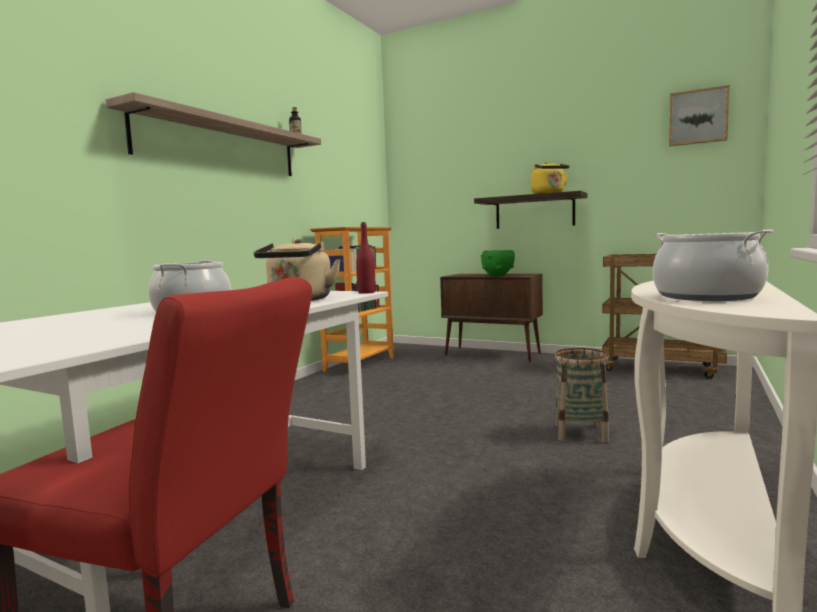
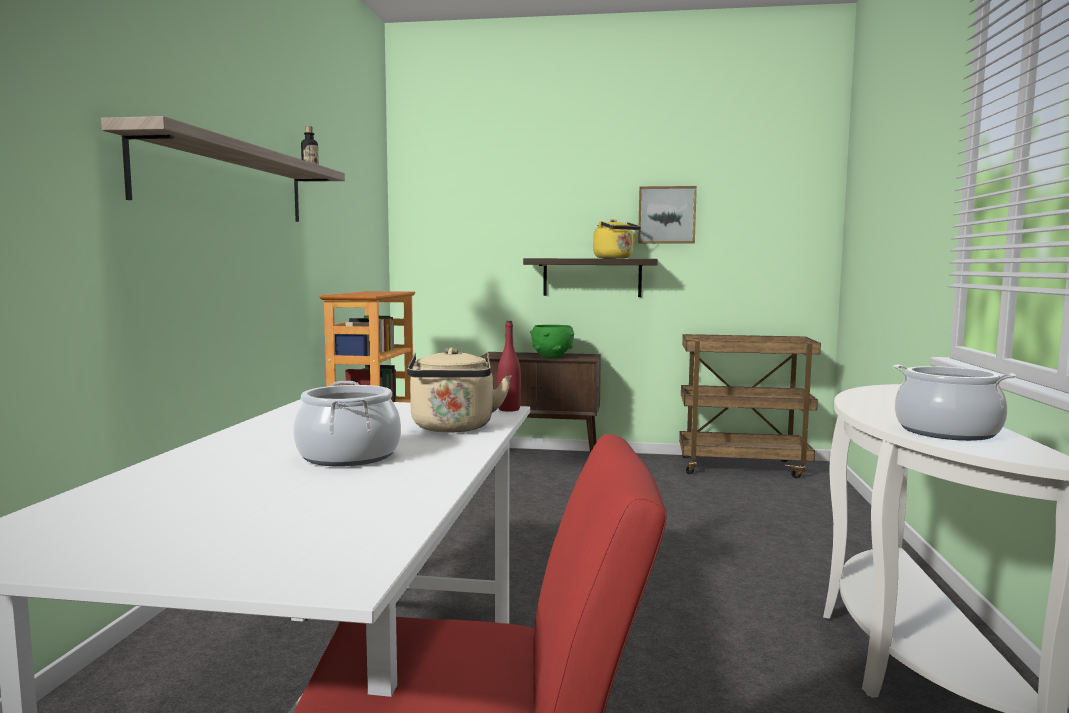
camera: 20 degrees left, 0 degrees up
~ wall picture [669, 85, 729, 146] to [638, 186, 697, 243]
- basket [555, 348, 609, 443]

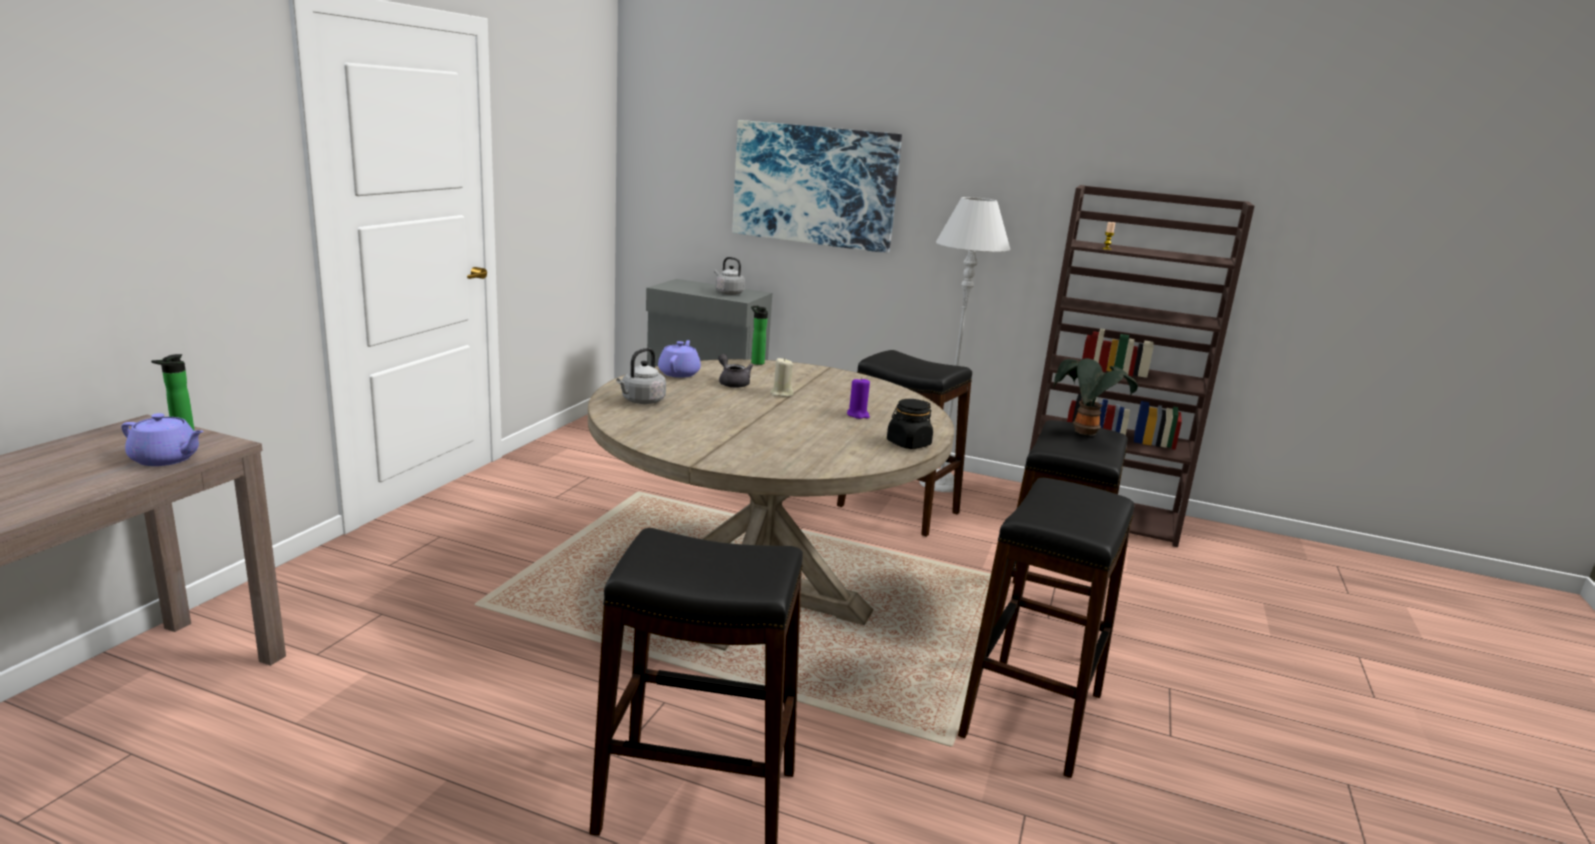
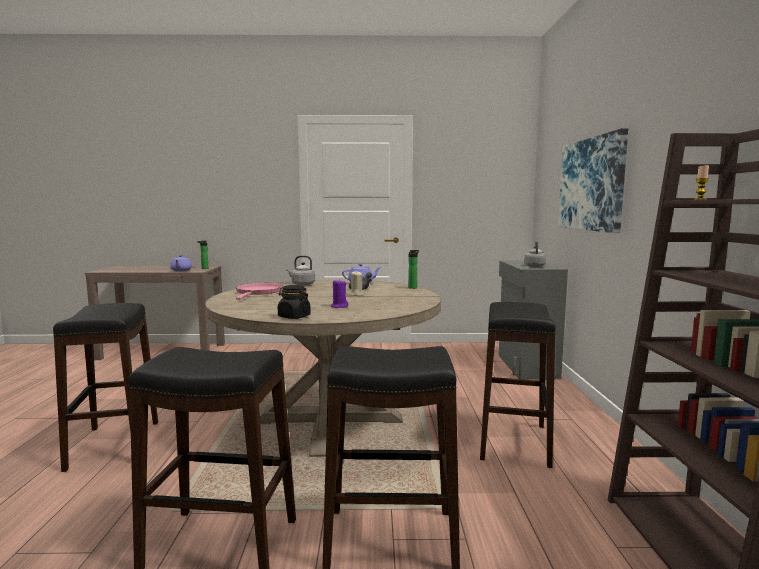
camera: 70 degrees right, 10 degrees down
- gray standard lamp [919, 197, 1010, 492]
- houseplant [1053, 358, 1138, 435]
+ pinkish skillet [236, 283, 283, 300]

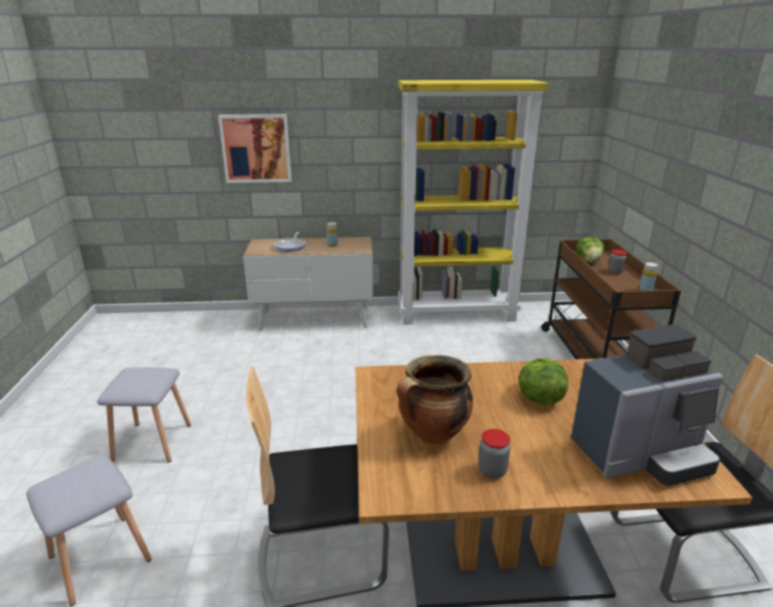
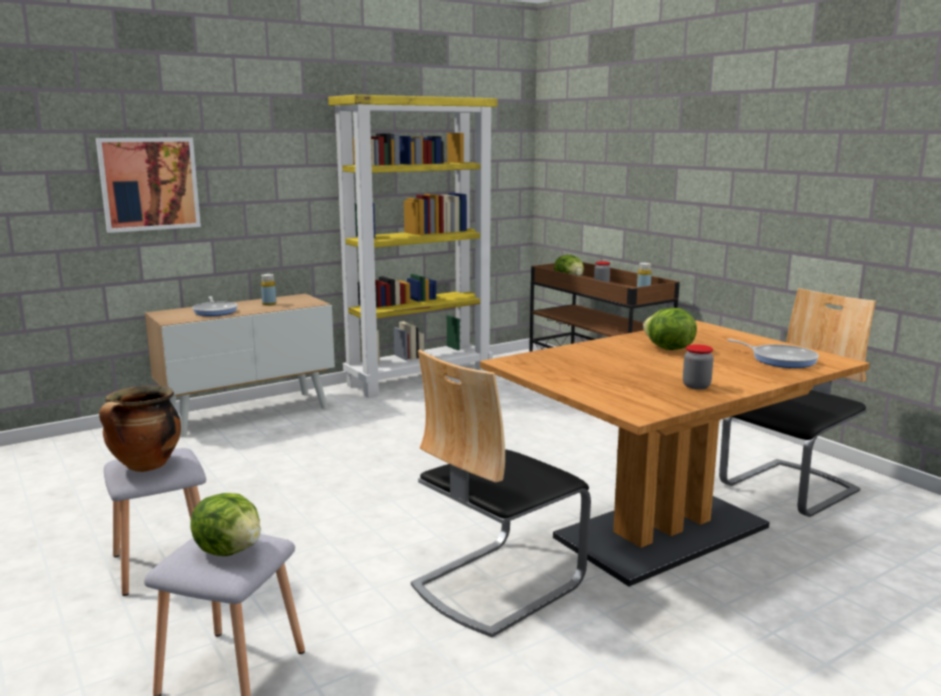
camera: 30 degrees left, 10 degrees down
~ coffee maker [571, 324, 723, 486] to skillet [727, 339, 819, 368]
~ stockpot [397, 355, 473, 444] to [99, 385, 181, 472]
+ lettuce head [190, 493, 261, 556]

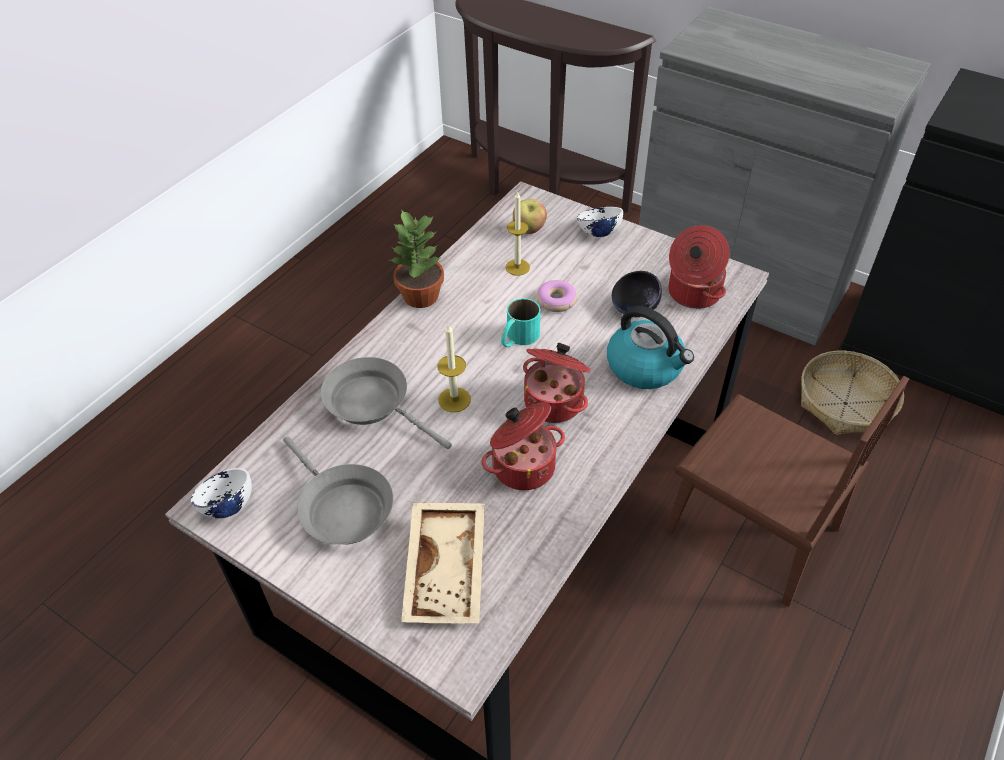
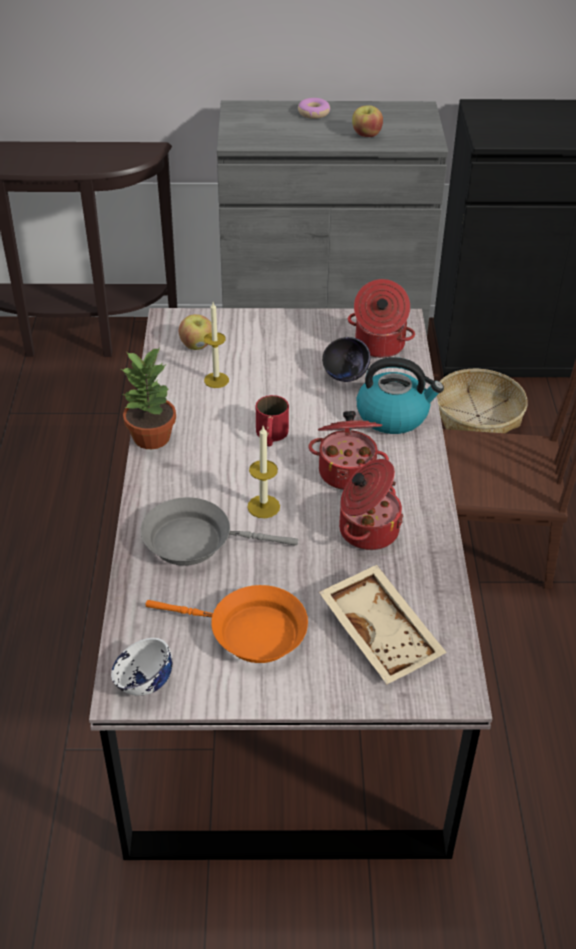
camera: 35 degrees left, 5 degrees down
- whitish serving bowl [577, 207, 623, 237]
~ donut [536, 280, 577, 312] to [298, 98, 330, 119]
~ blue-green mug [501, 298, 540, 347] to red-coloured mug [256, 395, 289, 447]
~ gray skillet [283, 436, 393, 545] to orange-coloured skillet [146, 585, 308, 663]
+ apple [352, 105, 383, 137]

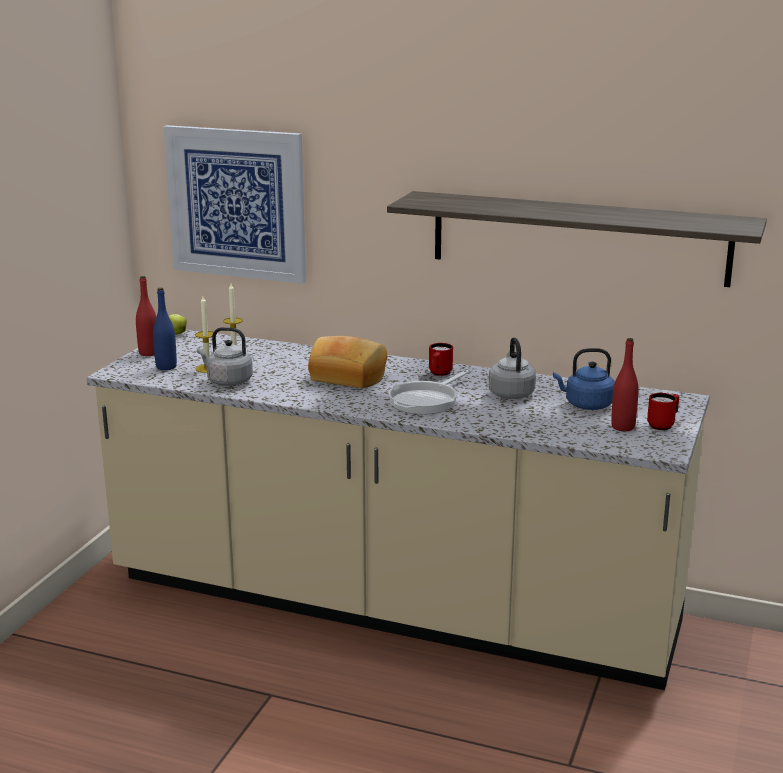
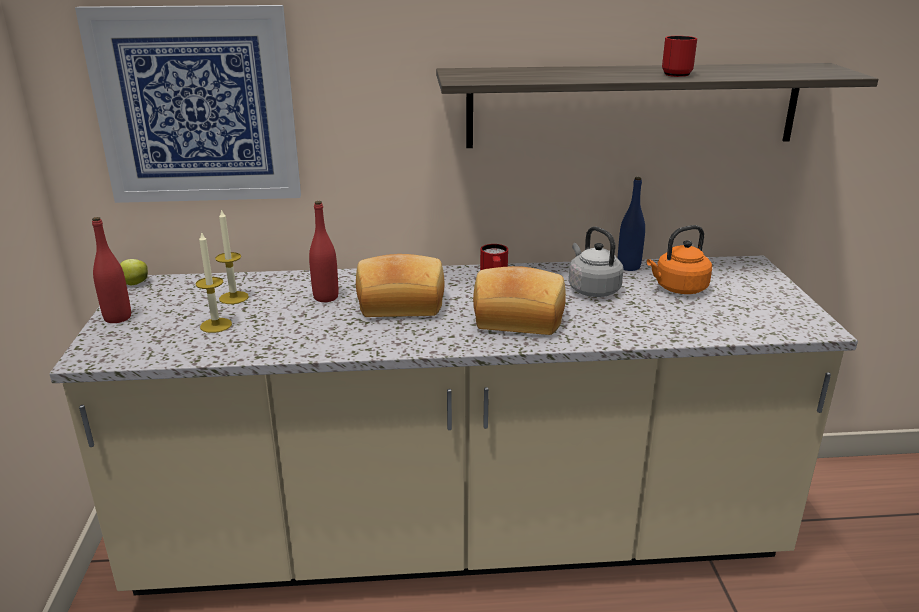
camera: 25 degrees left, 5 degrees up
~ blue bottle [153, 288, 177, 370] to [618, 177, 645, 271]
- gray tea kettle [197, 327, 253, 386]
~ red-coloured bottle [611, 338, 639, 431] to [309, 201, 338, 302]
~ blue tea kettle [553, 348, 615, 410] to orange-coloured tea kettle [647, 225, 712, 294]
~ skillet [389, 370, 469, 414] to baked bread [473, 266, 566, 335]
~ red-coloured mug [647, 393, 679, 430] to [662, 36, 697, 77]

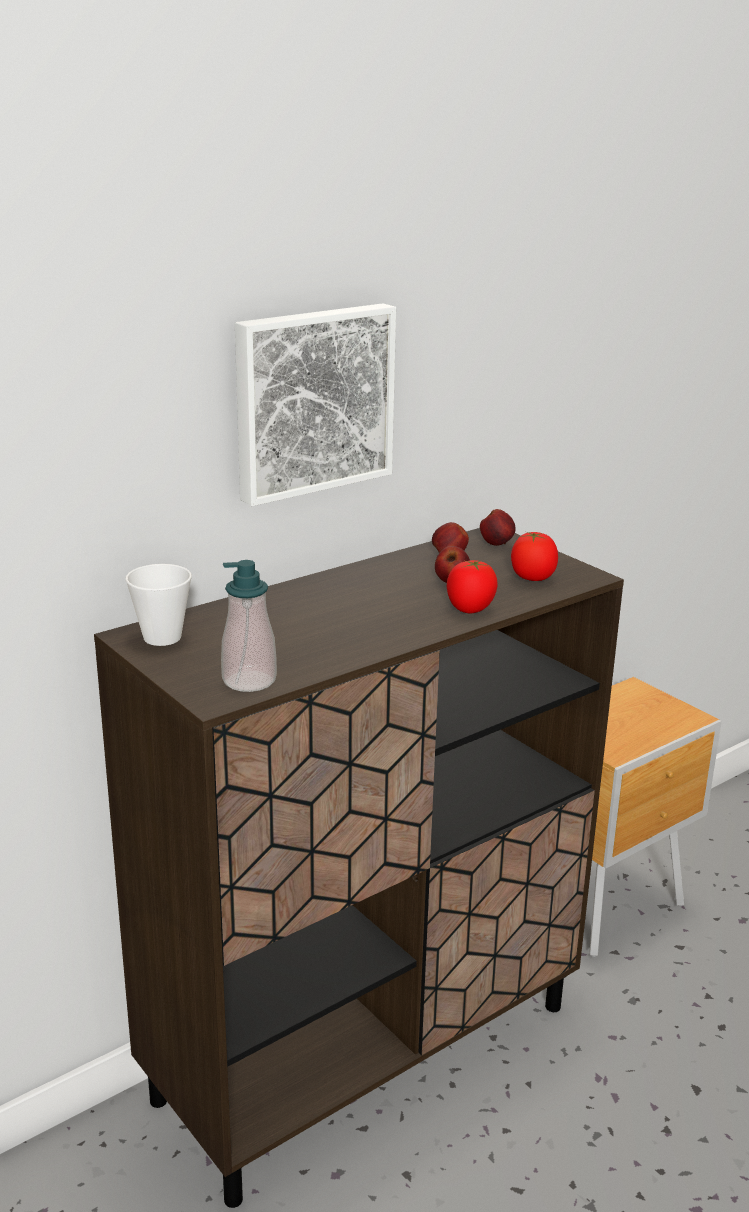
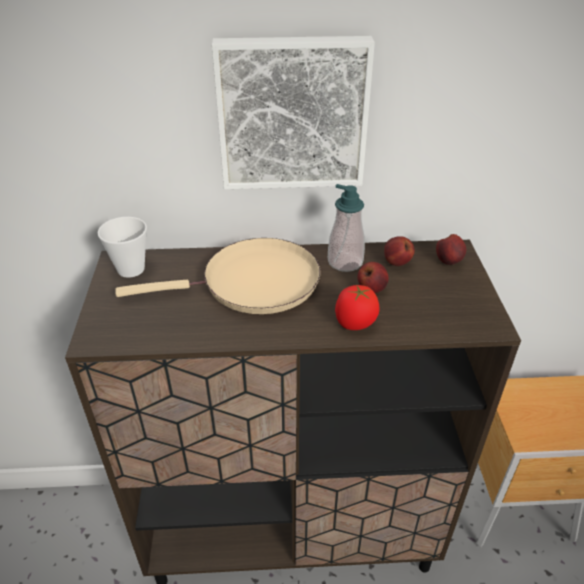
camera: 35 degrees right, 15 degrees up
- fresh tomato [511, 531, 558, 581]
~ liquid soap bottle [221, 560, 277, 692] to [328, 184, 365, 272]
+ sand-coloured skillet [115, 238, 320, 314]

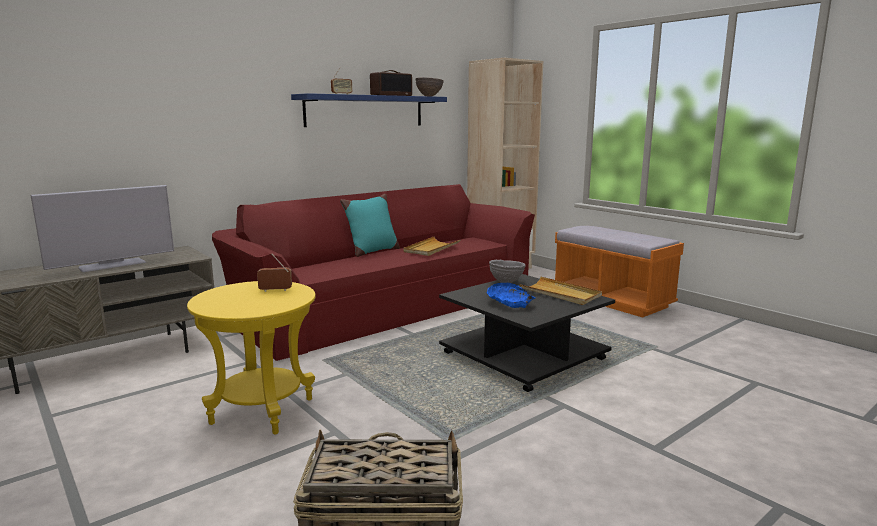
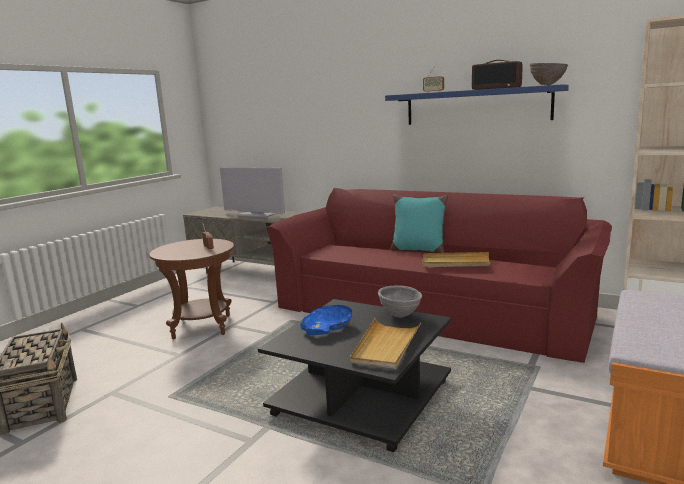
camera: 70 degrees right, 0 degrees up
~ yellow side table [187, 281, 316, 435] to brownish side table [149, 239, 234, 339]

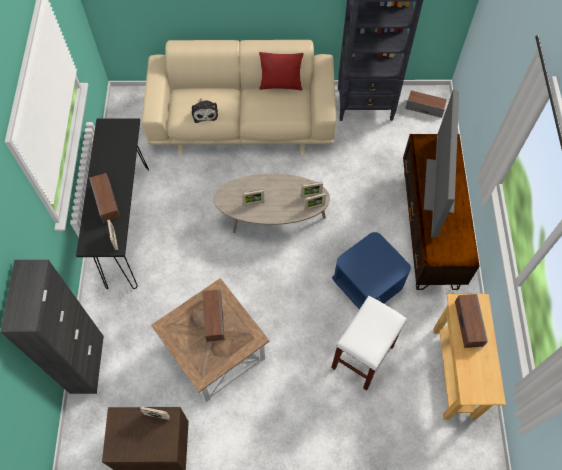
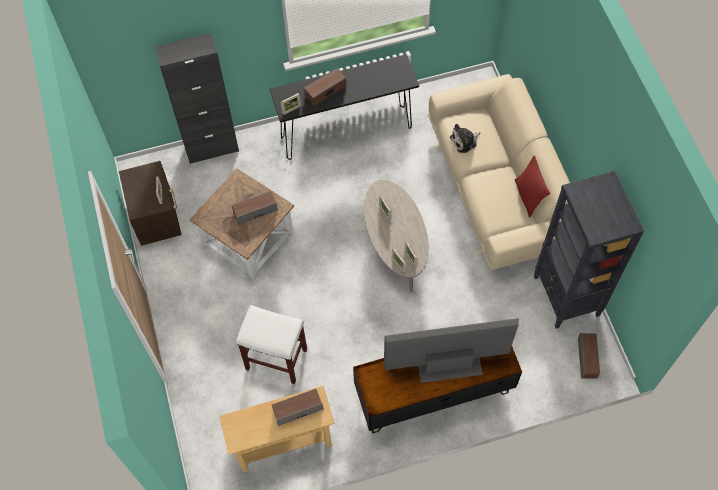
camera: 75 degrees right, 0 degrees up
- blue side table [332, 232, 411, 309]

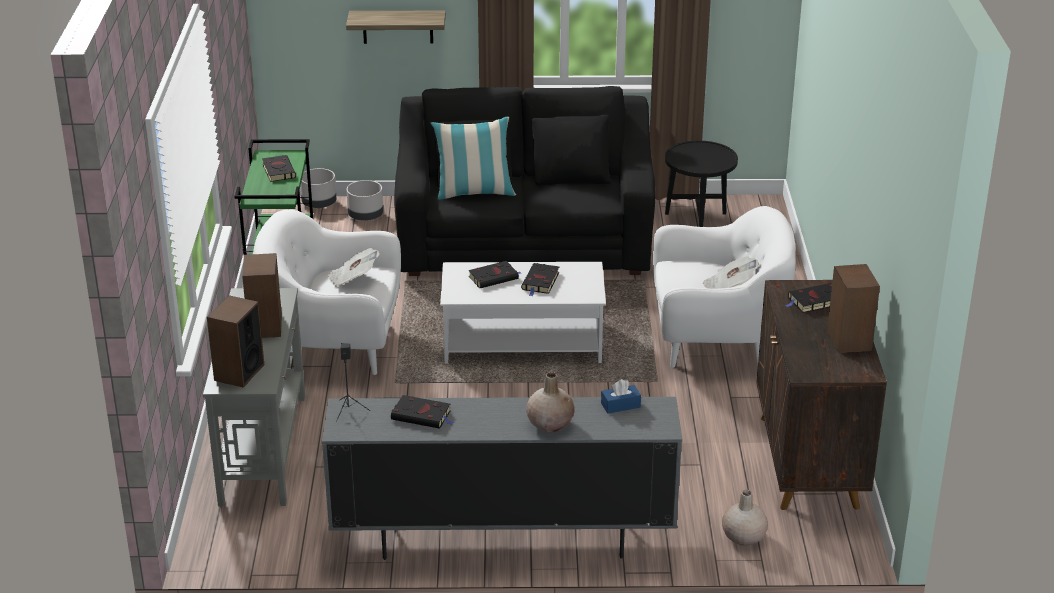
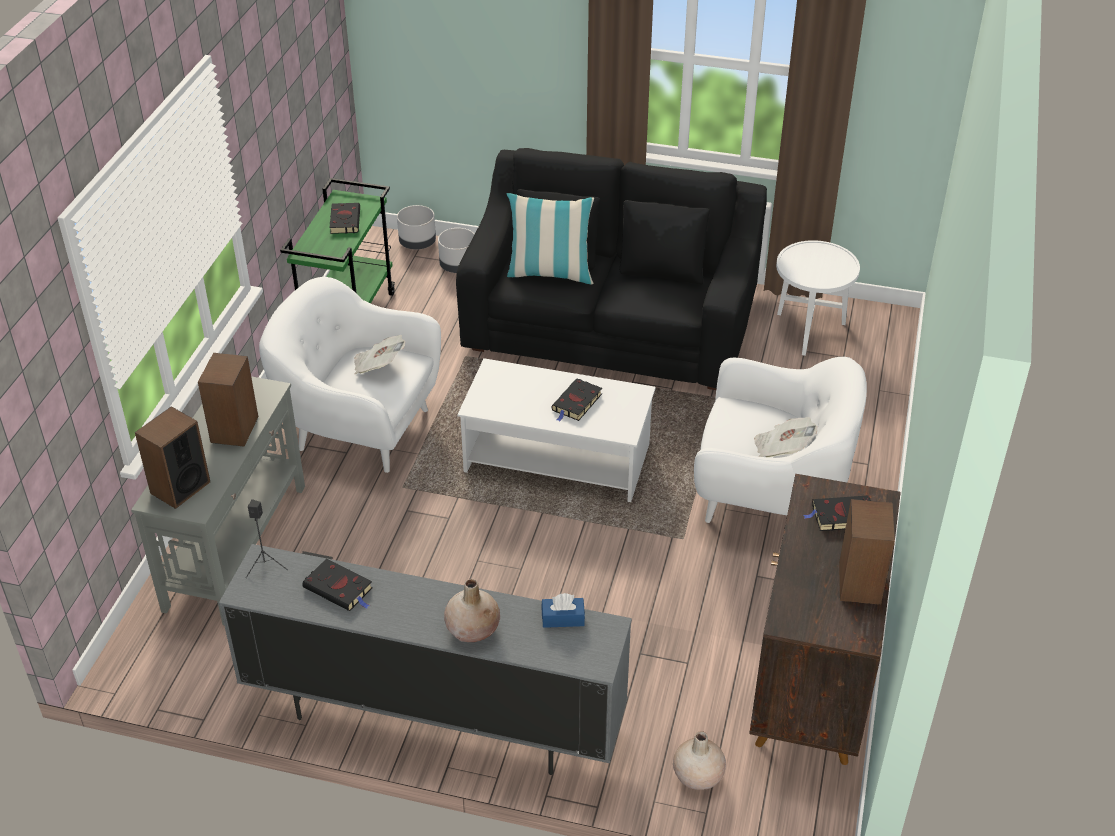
camera: 15 degrees right, 10 degrees up
- bracket shelf [346, 11, 446, 44]
~ black side table [665, 141, 738, 227] to whitish side table [776, 240, 860, 356]
- black volume [468, 261, 521, 288]

